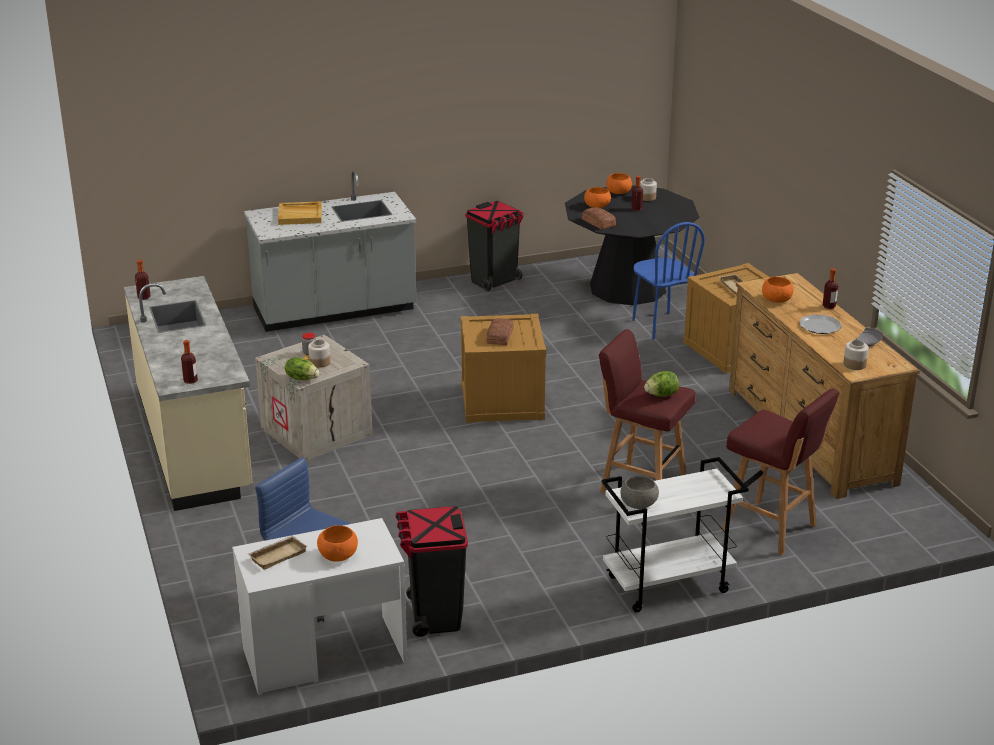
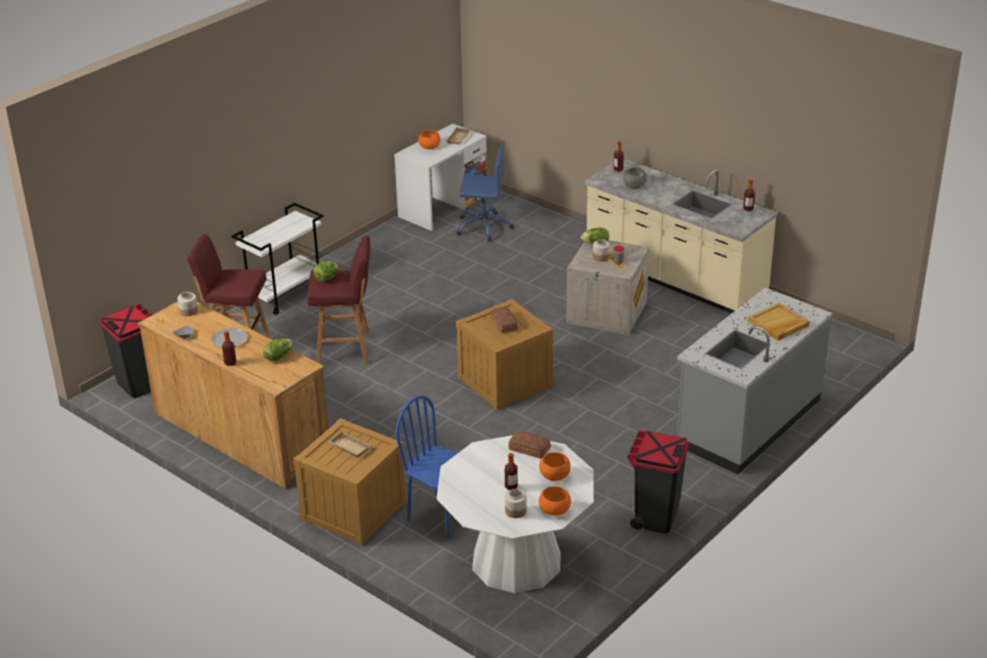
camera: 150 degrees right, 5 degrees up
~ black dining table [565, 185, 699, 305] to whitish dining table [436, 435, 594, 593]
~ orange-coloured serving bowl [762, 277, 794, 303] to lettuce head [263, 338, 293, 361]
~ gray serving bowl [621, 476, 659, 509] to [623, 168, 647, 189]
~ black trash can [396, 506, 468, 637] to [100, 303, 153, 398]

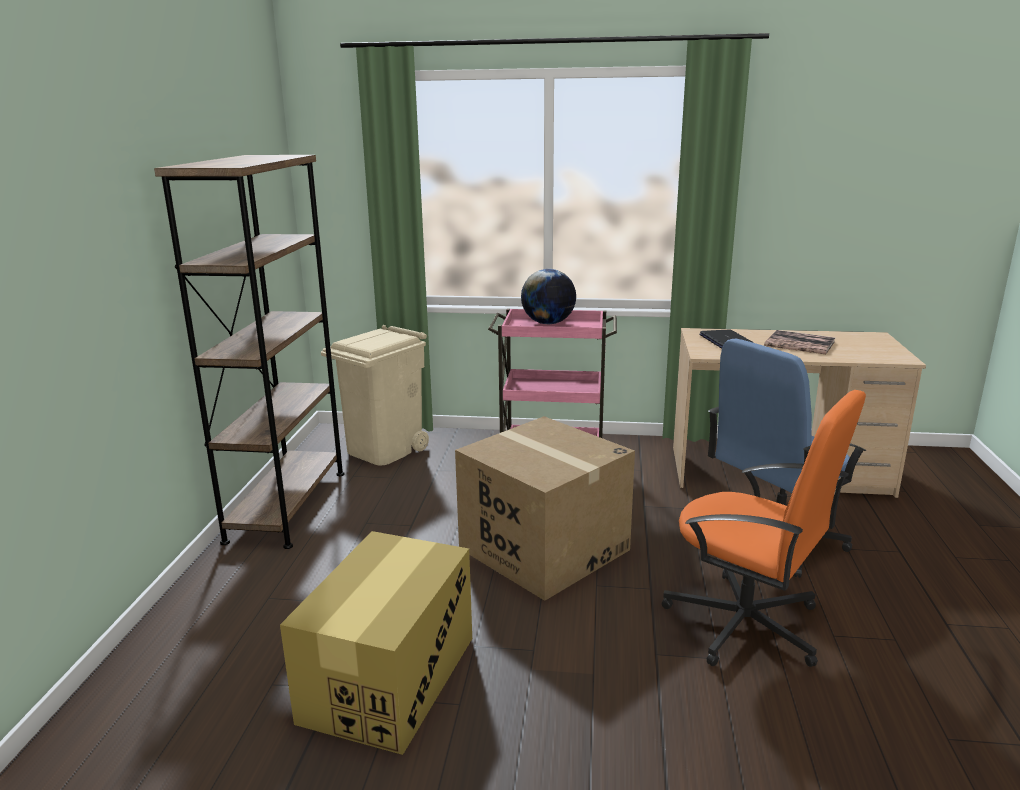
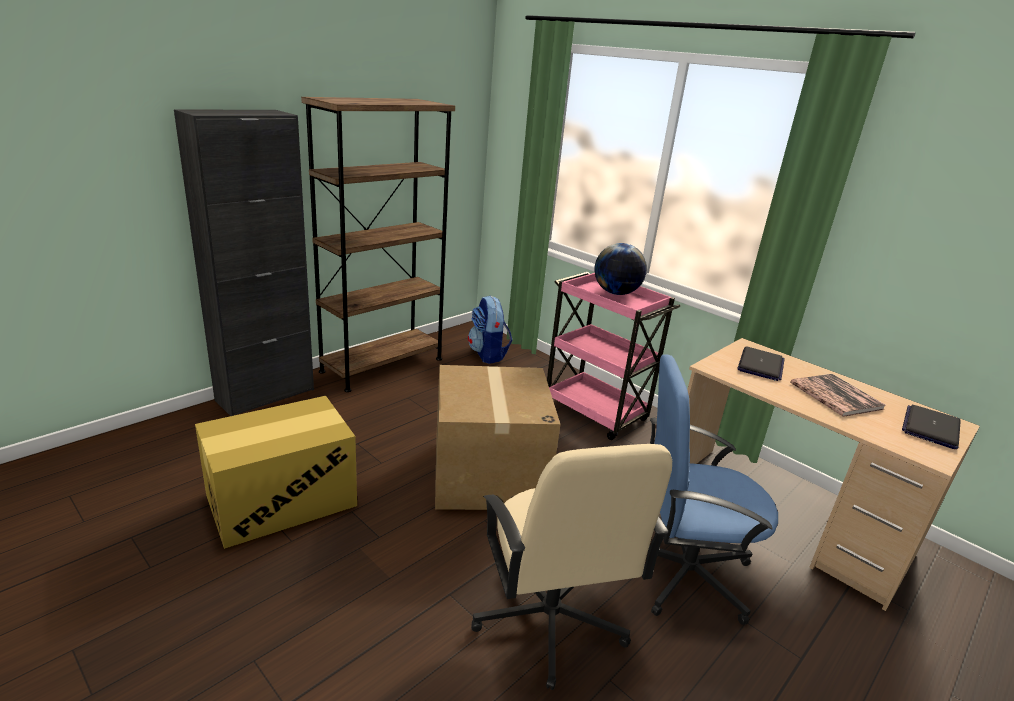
camera: 35 degrees right, 5 degrees up
~ sand-coloured trash can [321, 325, 429, 466] to knapsack [468, 296, 513, 364]
~ orange-coloured computer chair [661, 390, 866, 667] to sand-coloured computer chair [471, 444, 672, 690]
+ black storage cabinet [174, 109, 314, 416]
+ portable computer [902, 405, 960, 449]

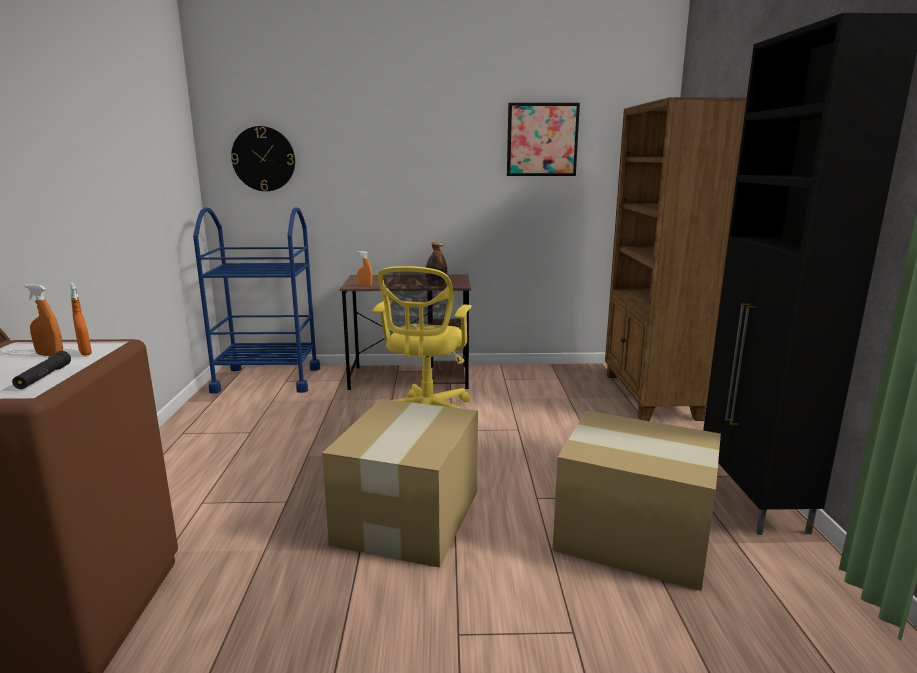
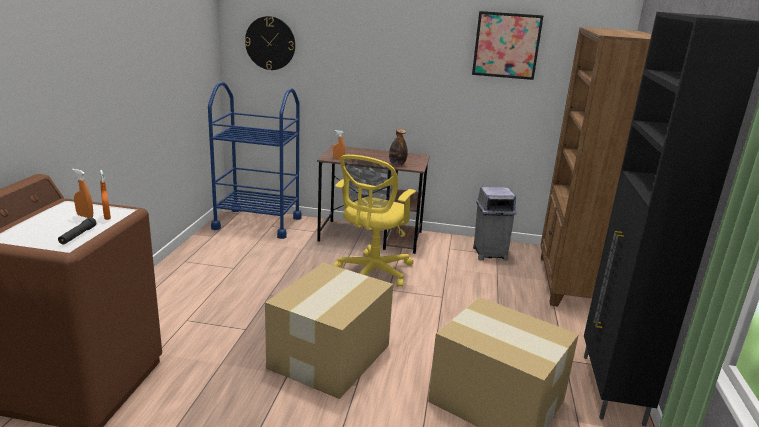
camera: 10 degrees right, 5 degrees up
+ gray trash can [473, 187, 516, 261]

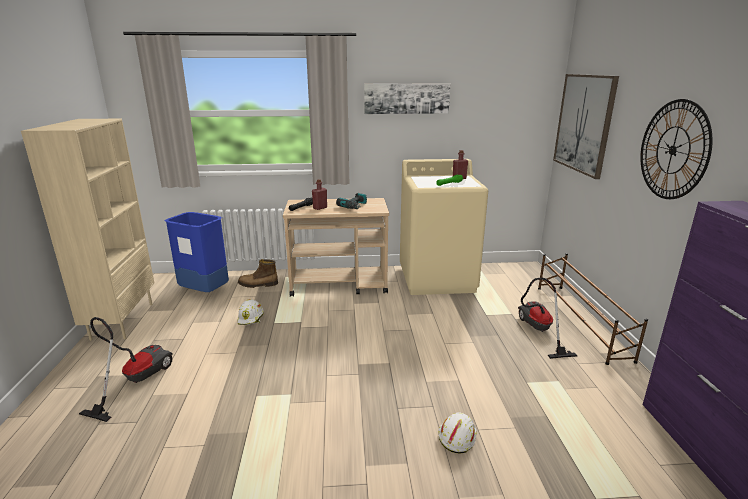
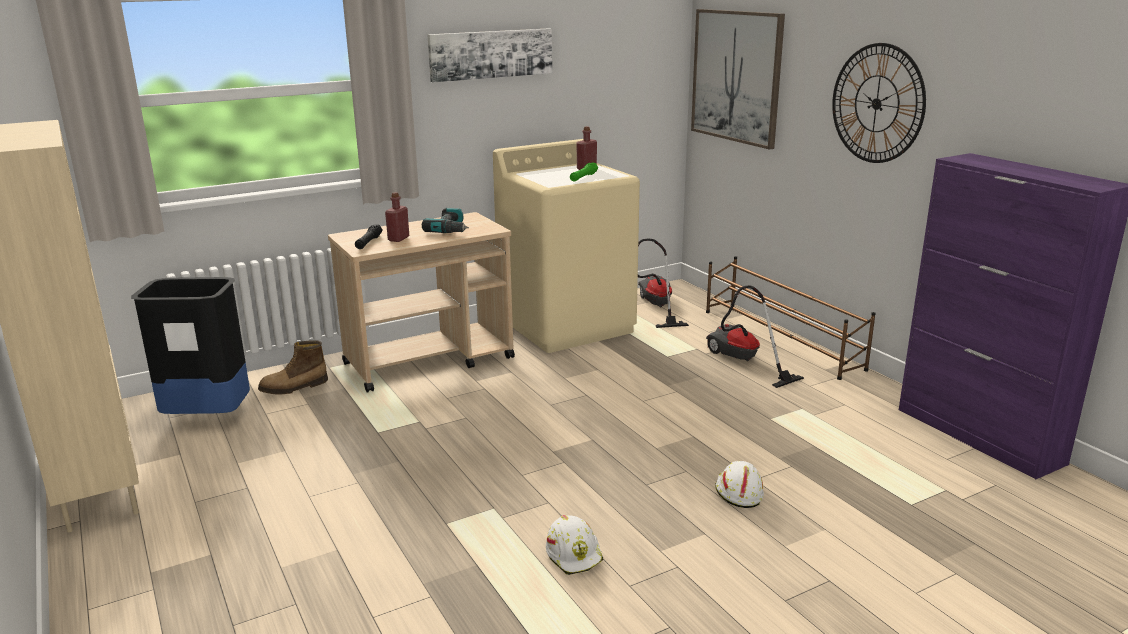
camera: 25 degrees left, 0 degrees up
~ blue trash can [165, 212, 229, 292] to black trash can [131, 277, 250, 414]
~ whitish safety helmet [238, 299, 264, 325] to [546, 515, 603, 575]
~ vacuum [79, 317, 173, 422] to [638, 238, 689, 328]

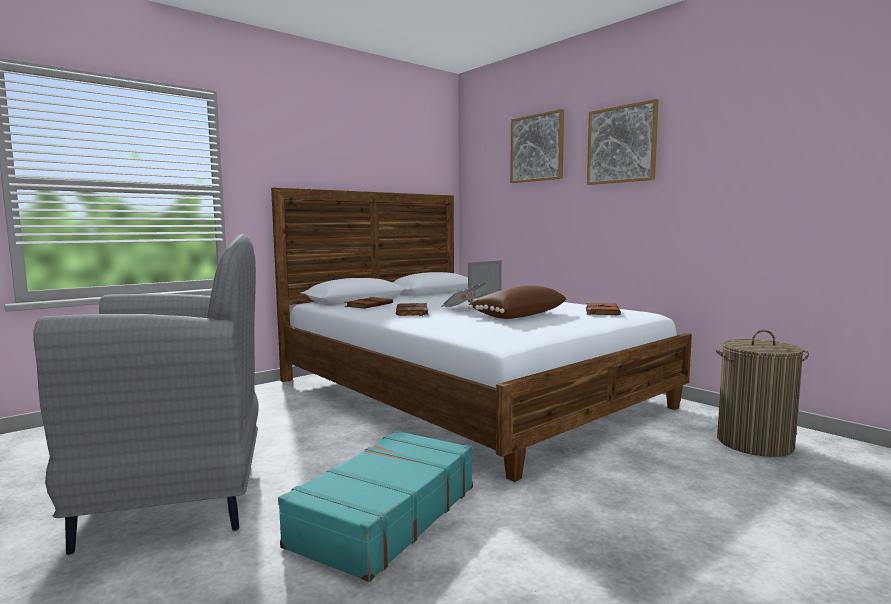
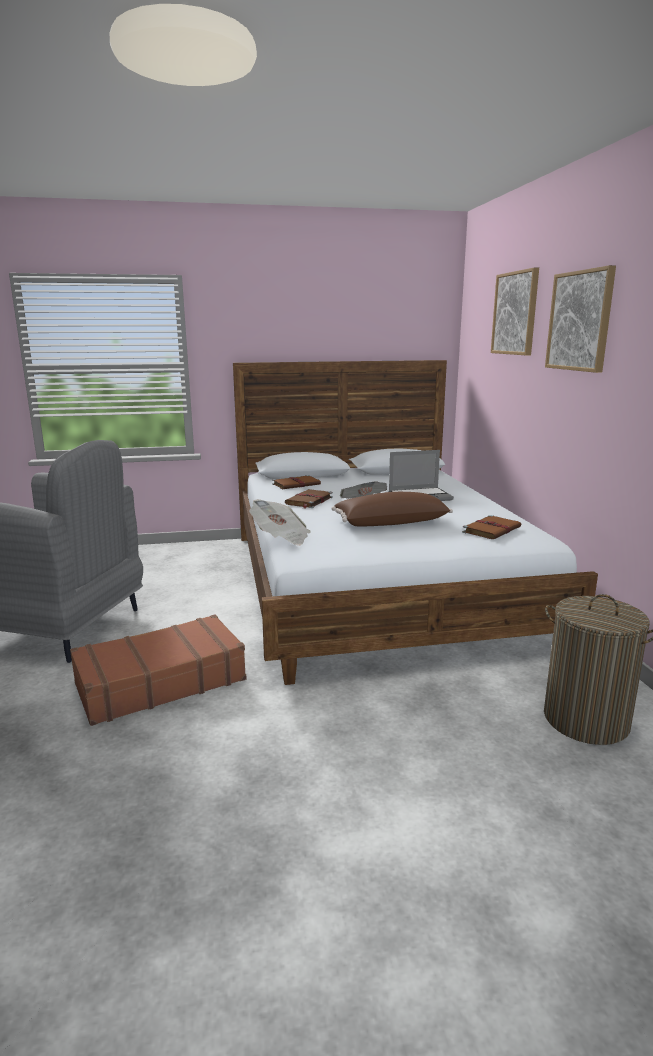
camera: 30 degrees right, 10 degrees up
~ blue-green suitcase [278, 430, 473, 582] to brownish suitcase [70, 614, 247, 726]
+ daily paper [249, 499, 311, 545]

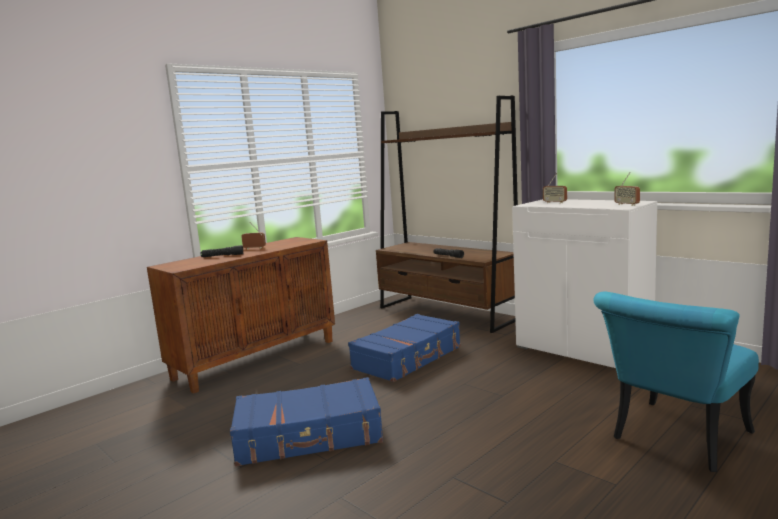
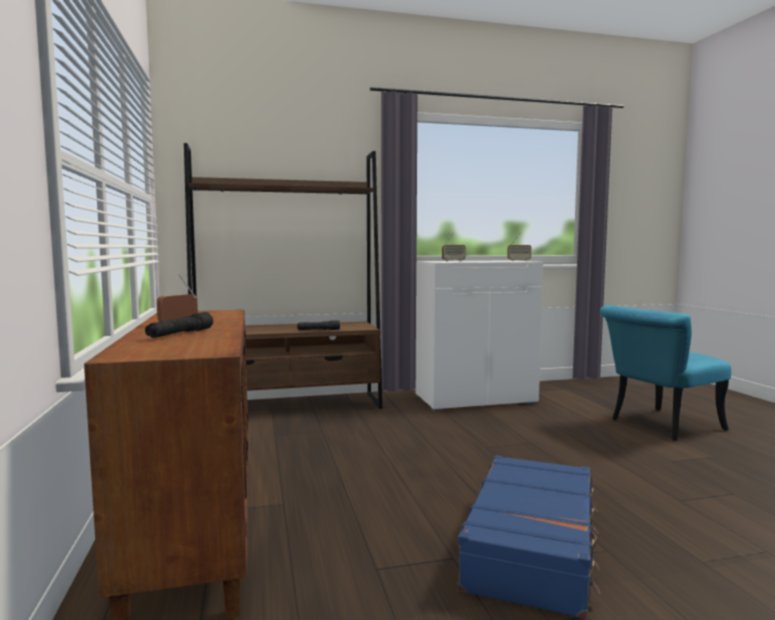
camera: 60 degrees left, 5 degrees down
~ blue-green chair [594, 292, 759, 472] = [600, 305, 731, 441] 75 degrees clockwise
- blue suitcase [348, 314, 461, 382]

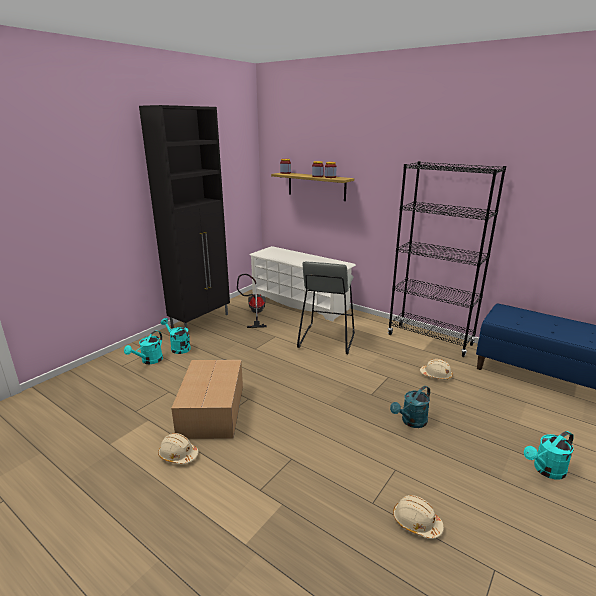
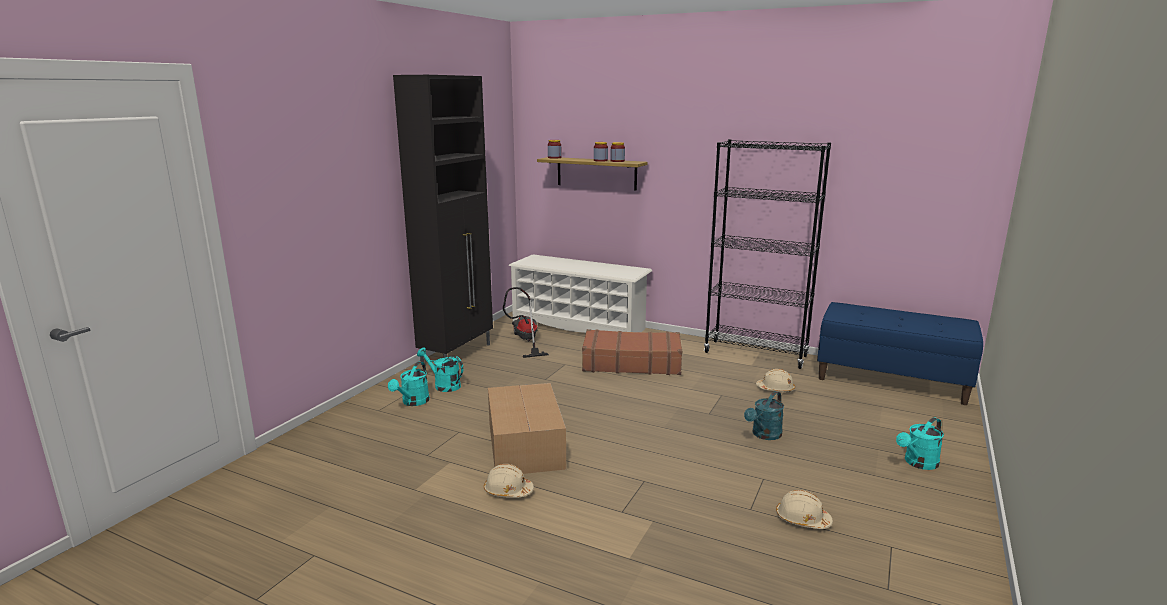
camera: 10 degrees left, 5 degrees down
~ gray stool [297, 261, 355, 354] to brownish suitcase [582, 329, 682, 375]

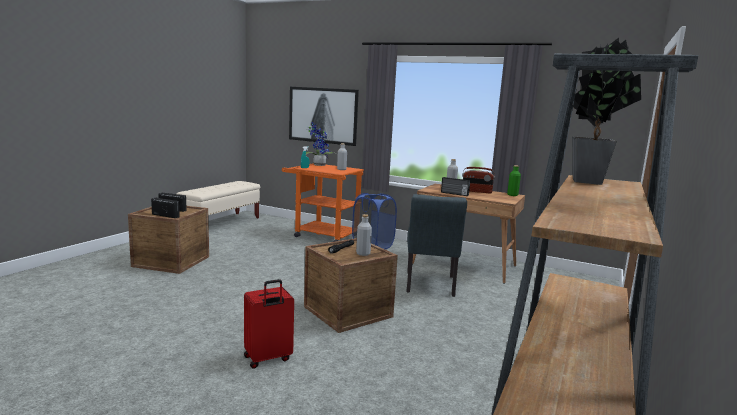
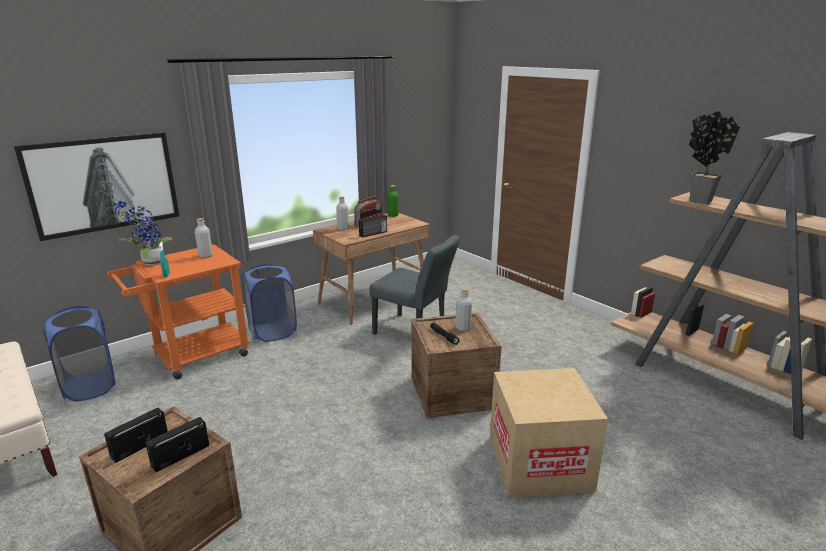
camera: 65 degrees left, 10 degrees up
~ red-coloured suitcase [244, 279, 294, 369] to packing box [490, 368, 608, 498]
+ blue laundry basket [43, 306, 116, 402]

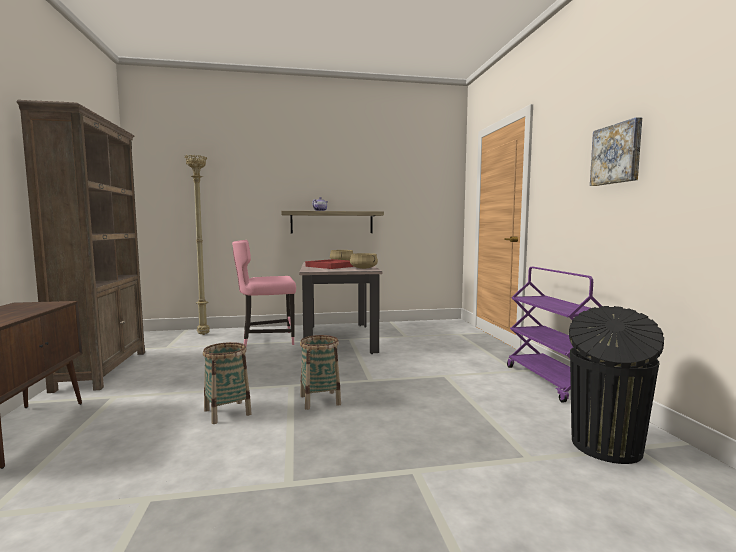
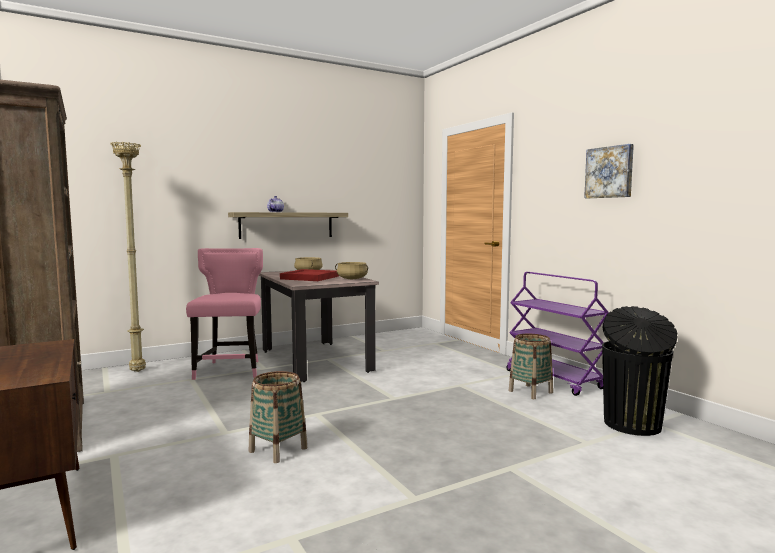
camera: 20 degrees left, 0 degrees up
~ pinkish chair [232, 240, 296, 346] = [186, 248, 263, 380] 120 degrees clockwise
~ basket [300, 335, 341, 410] to [509, 334, 553, 399]

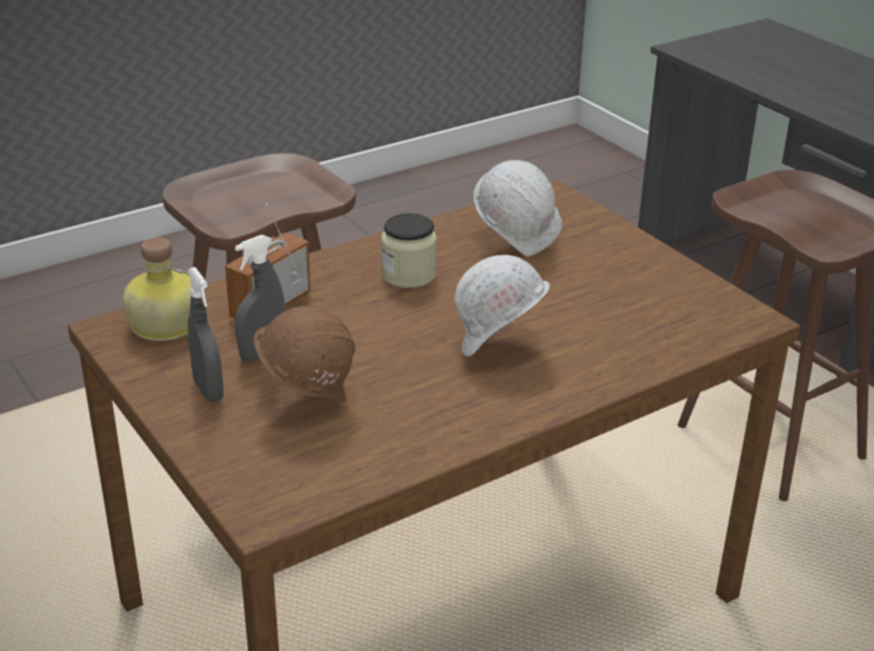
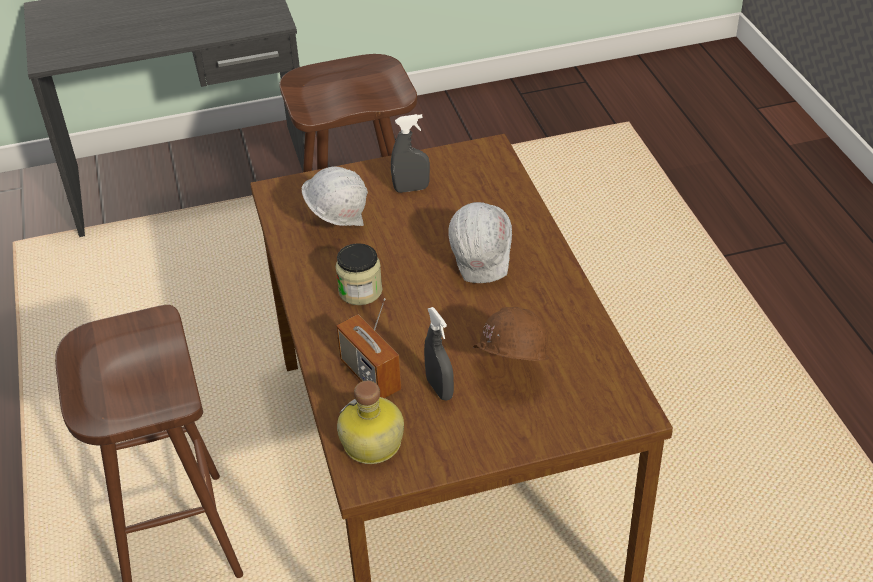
camera: 70 degrees left, 10 degrees up
~ gray sprayer [188, 267, 223, 402] to [391, 114, 430, 193]

